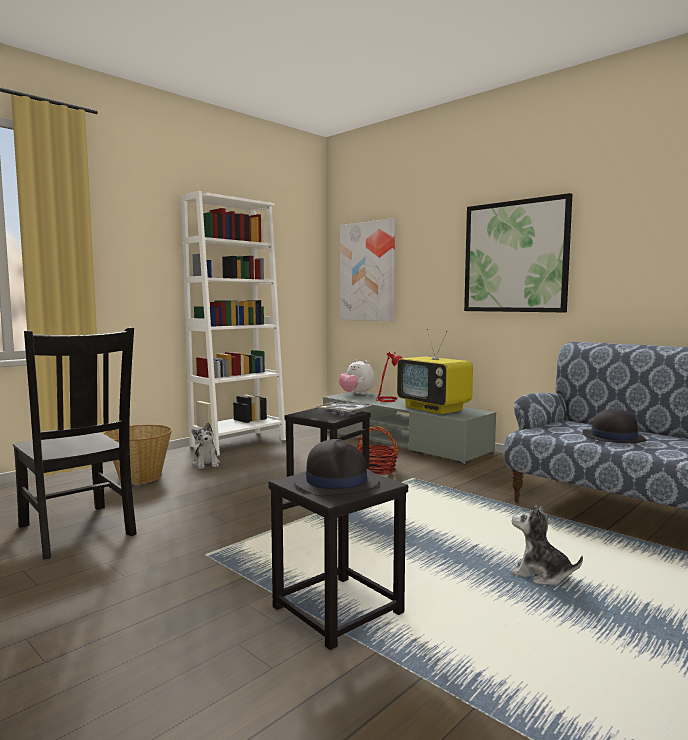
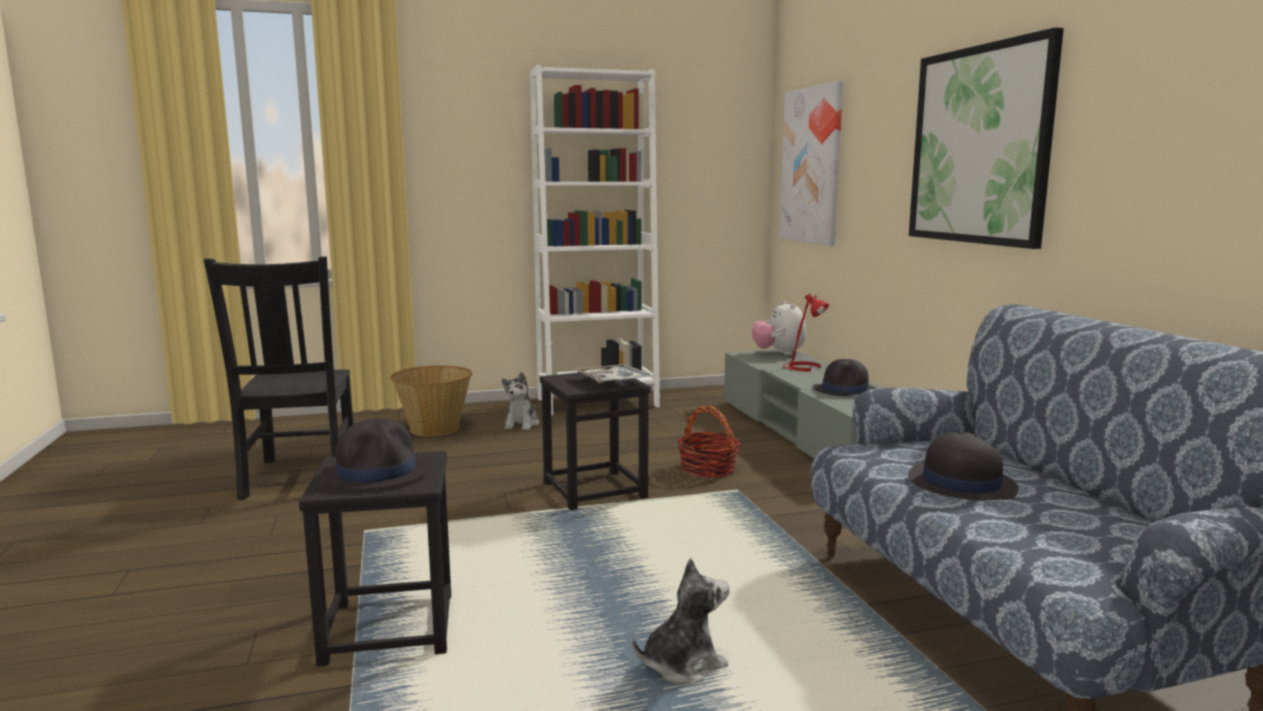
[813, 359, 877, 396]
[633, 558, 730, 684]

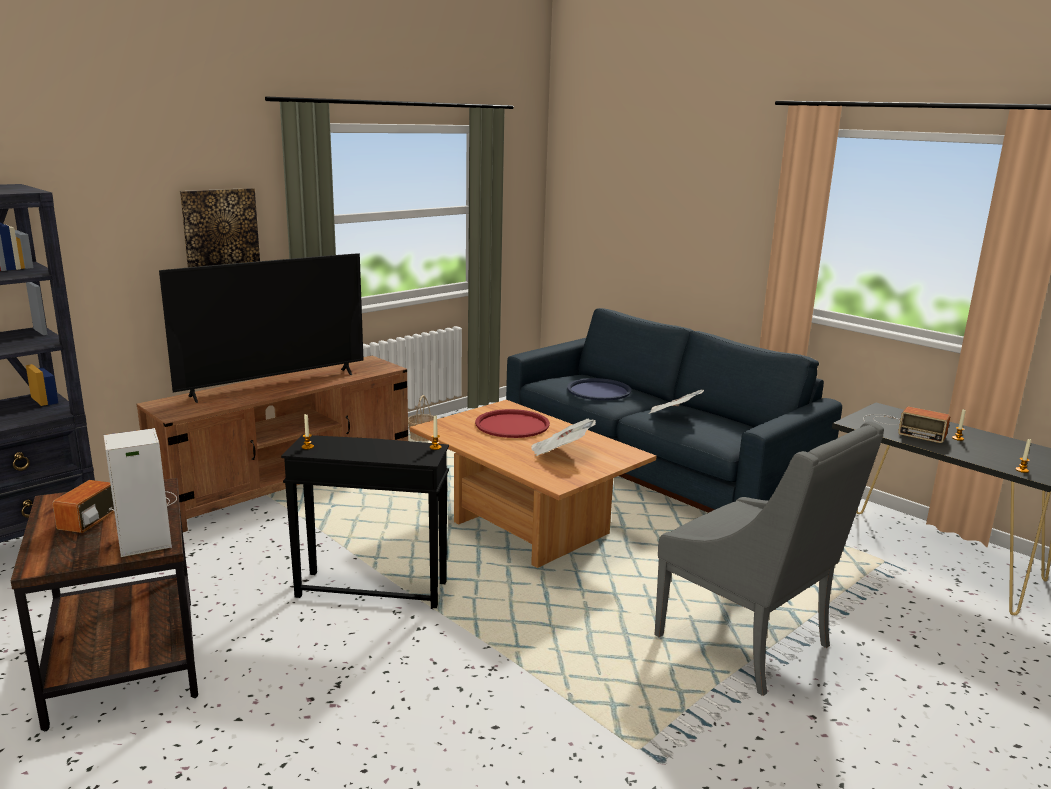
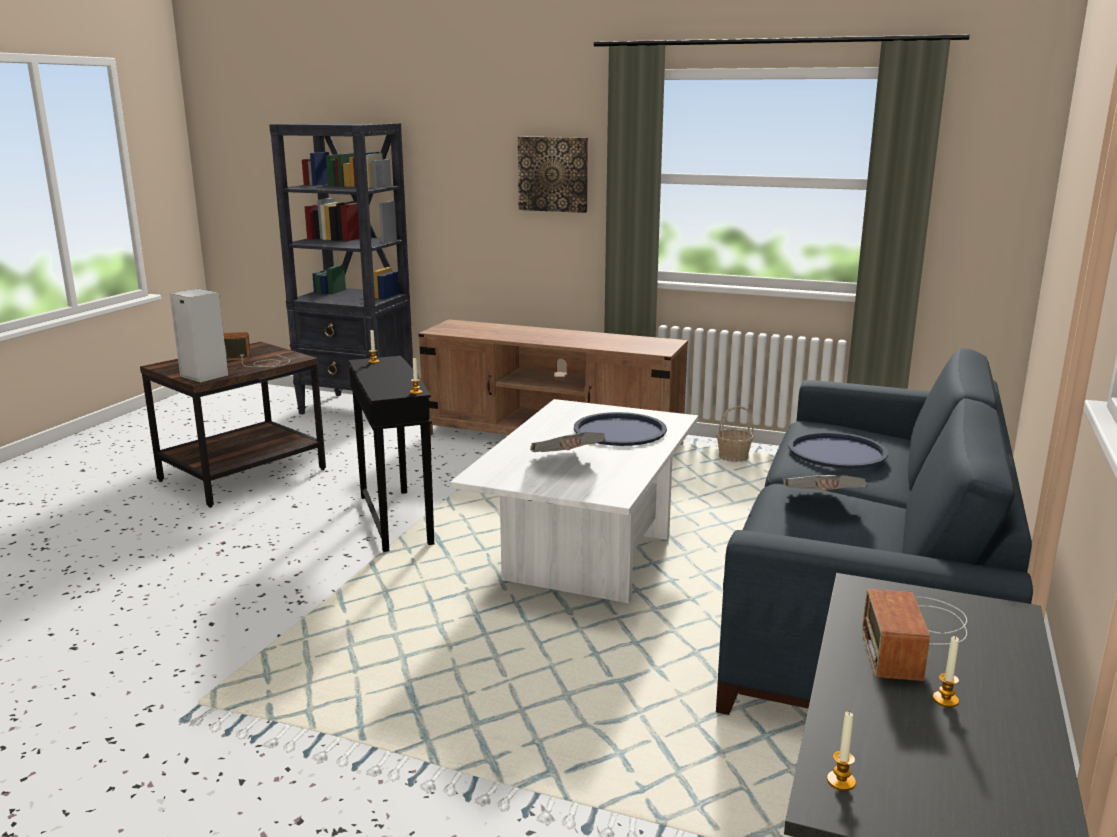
[159, 253, 364, 403] (first image)
[450, 399, 698, 603]
[574, 412, 667, 446]
[655, 421, 884, 696] (first image)

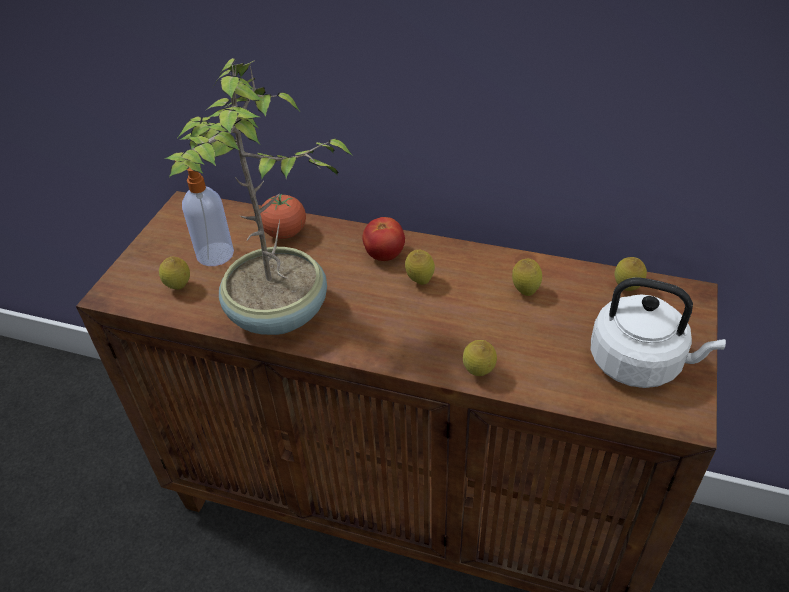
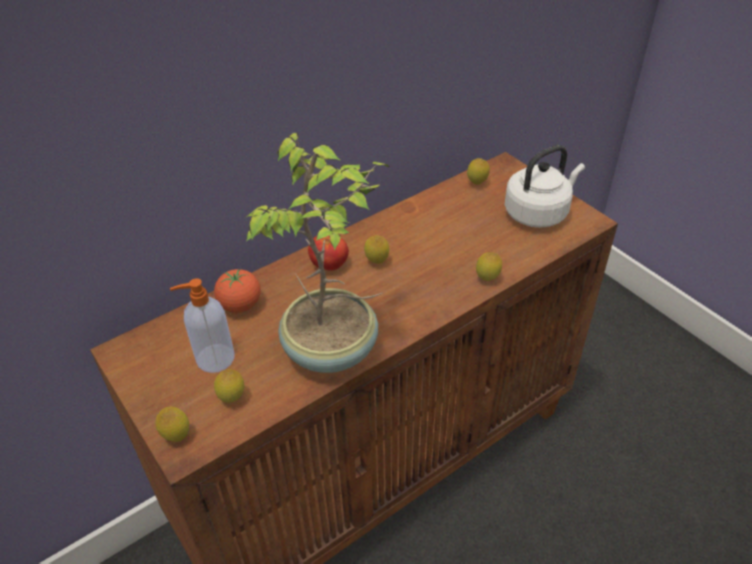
[155, 407, 189, 442]

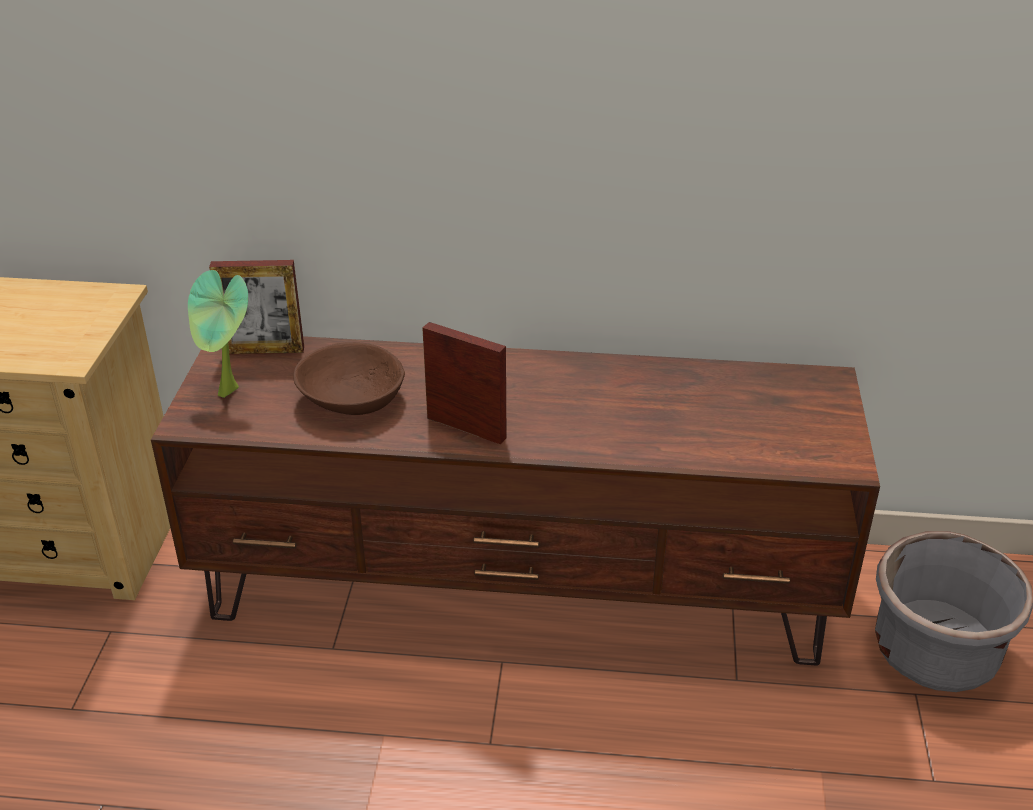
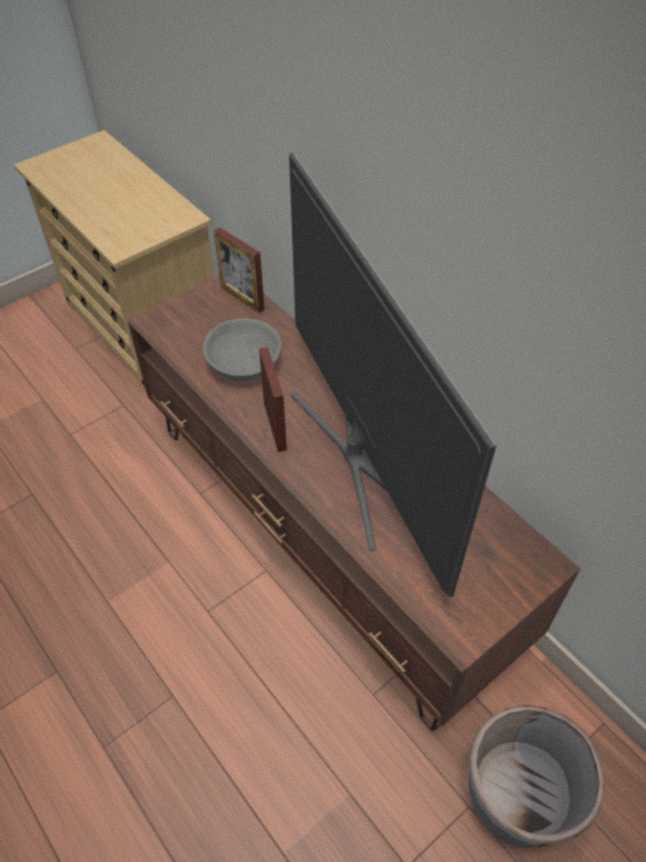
[188, 270, 248, 398] (first image)
[203, 318, 281, 381]
[289, 152, 497, 597]

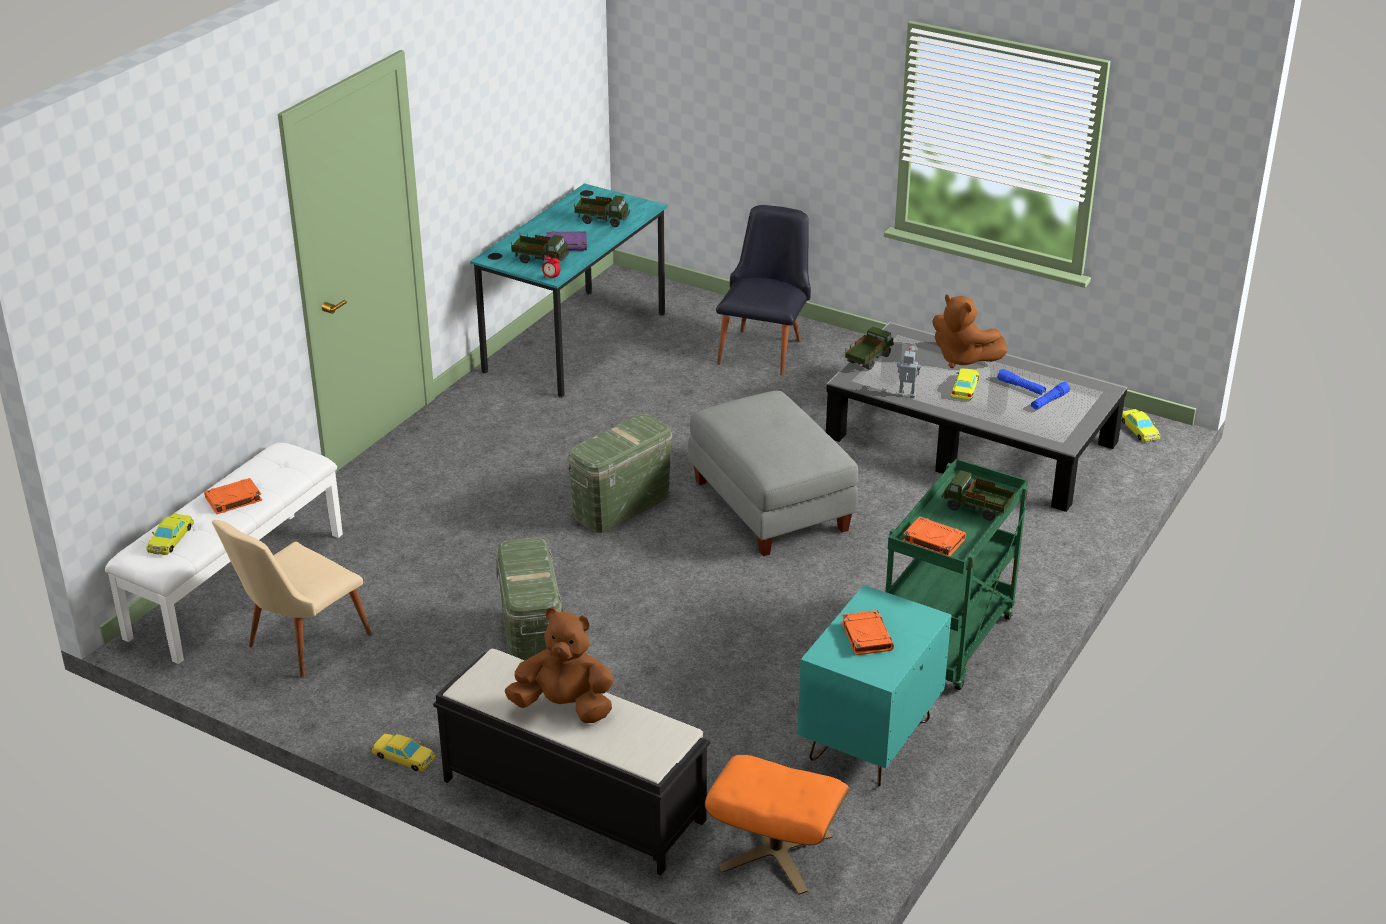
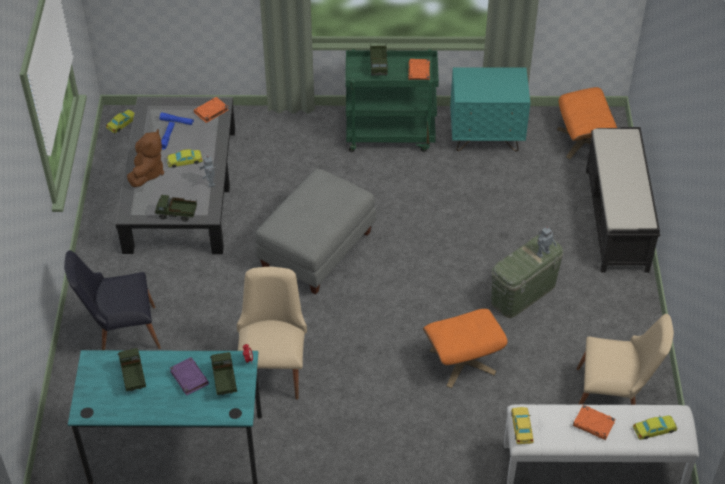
[511, 407, 534, 444]
[504, 608, 614, 723] (first image)
[567, 414, 672, 533] (first image)
[194, 97, 228, 123]
[237, 267, 307, 400]
[423, 309, 508, 388]
[537, 227, 557, 258]

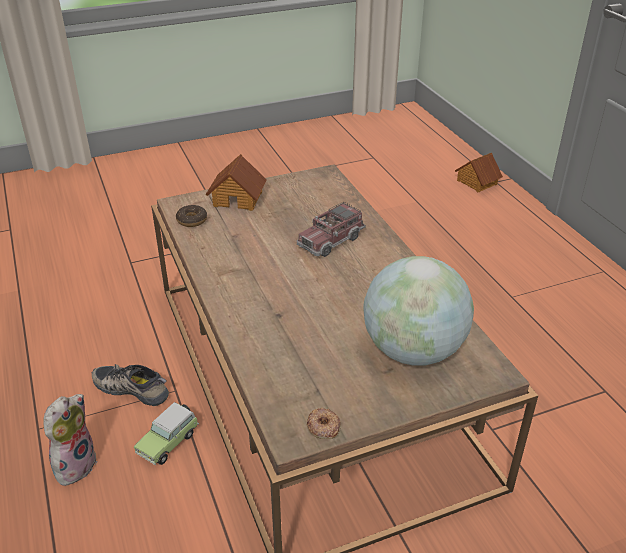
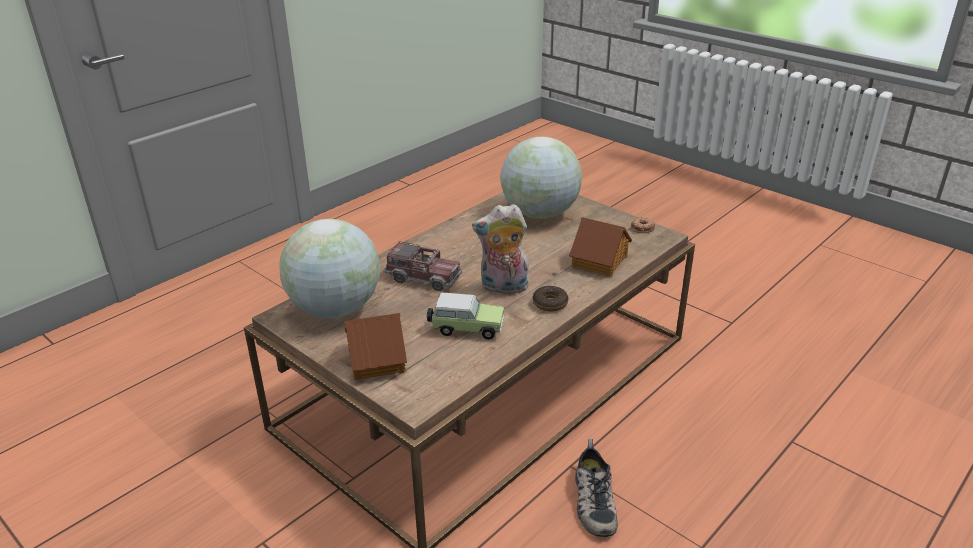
[472, 204, 529, 294]
[427, 293, 504, 340]
[533, 286, 568, 312]
[569, 217, 632, 277]
[279, 219, 380, 318]

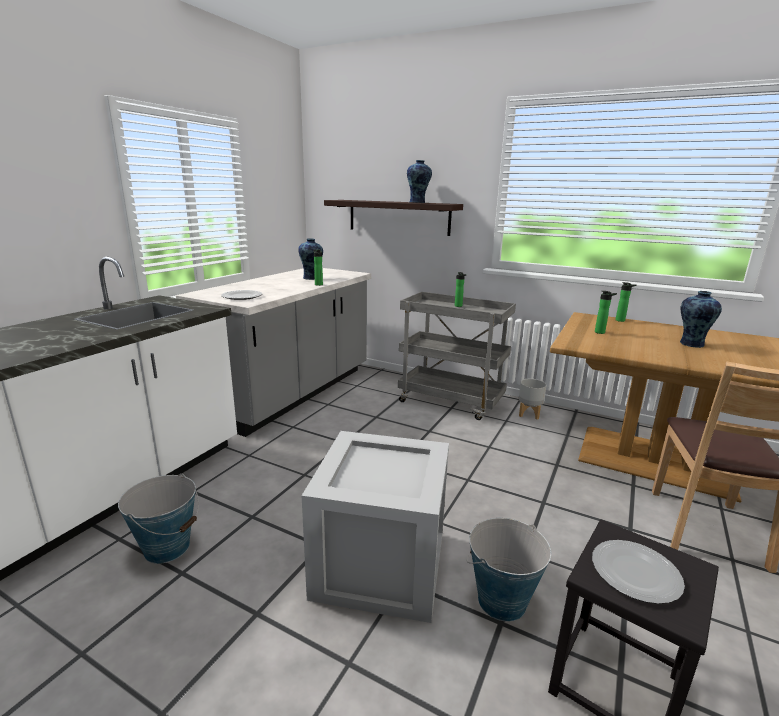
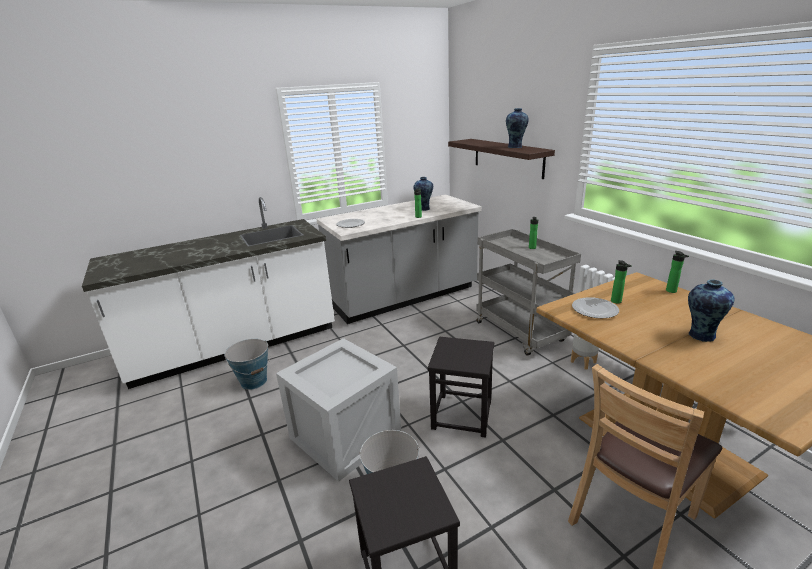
[572, 297, 619, 318]
[428, 337, 494, 438]

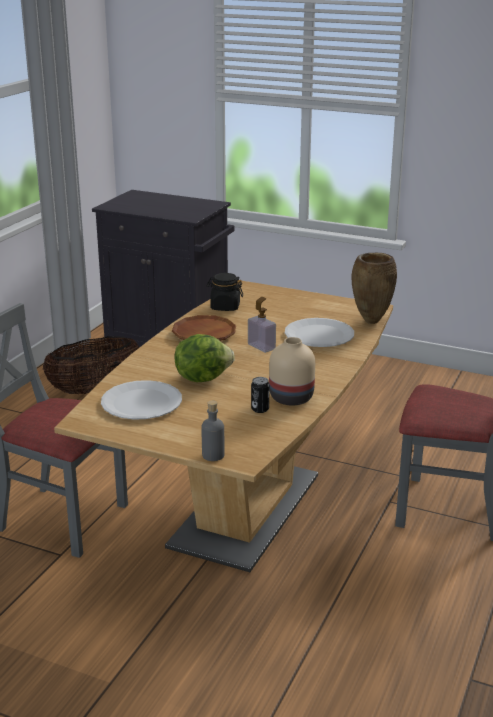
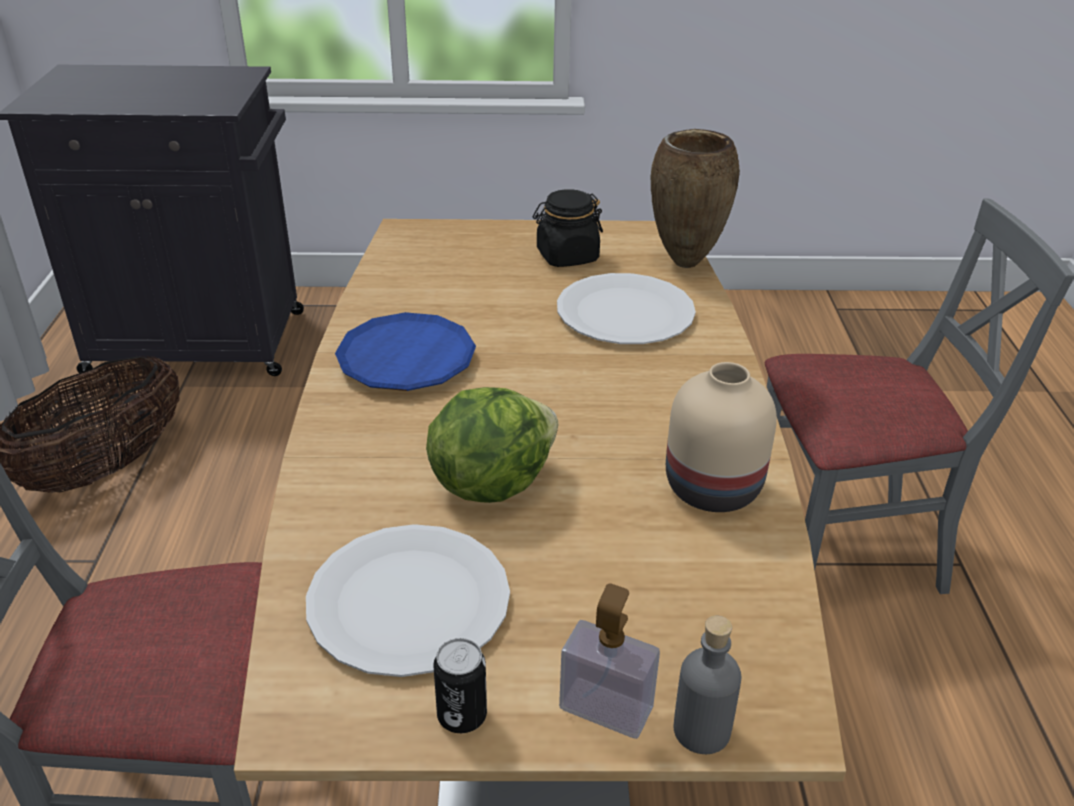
[335, 312, 476, 391]
[533, 189, 603, 267]
[559, 583, 660, 739]
[433, 638, 487, 733]

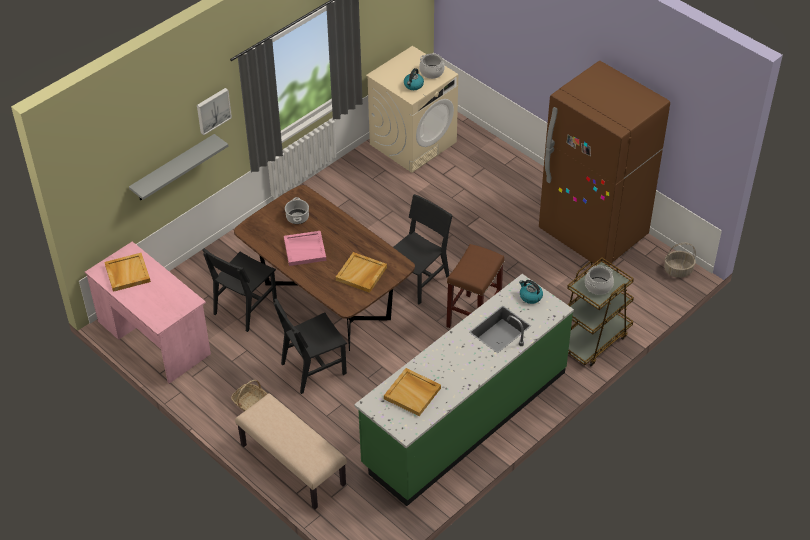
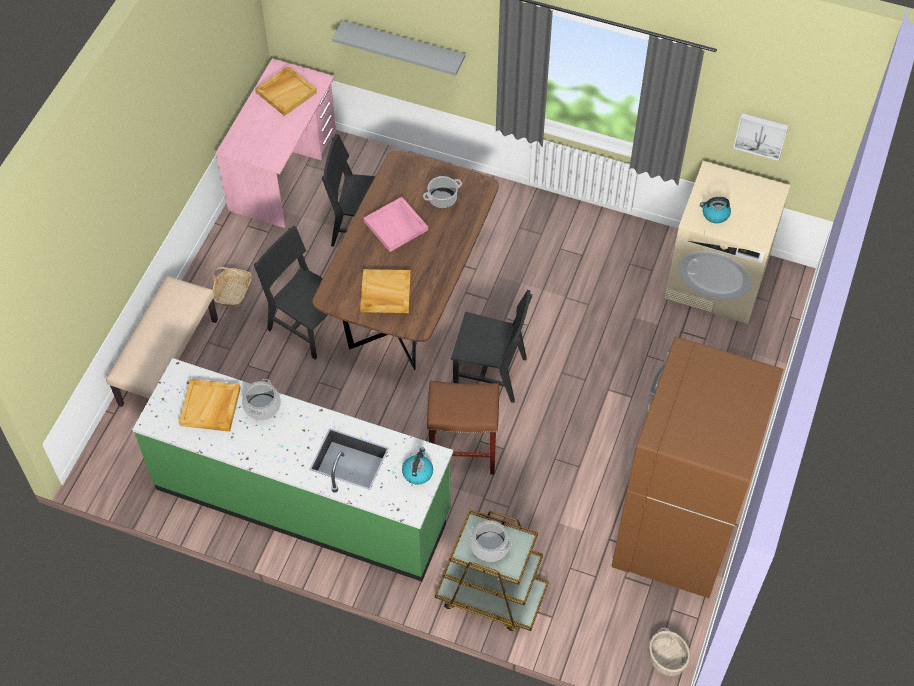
[733, 113, 789, 161]
[242, 379, 281, 421]

